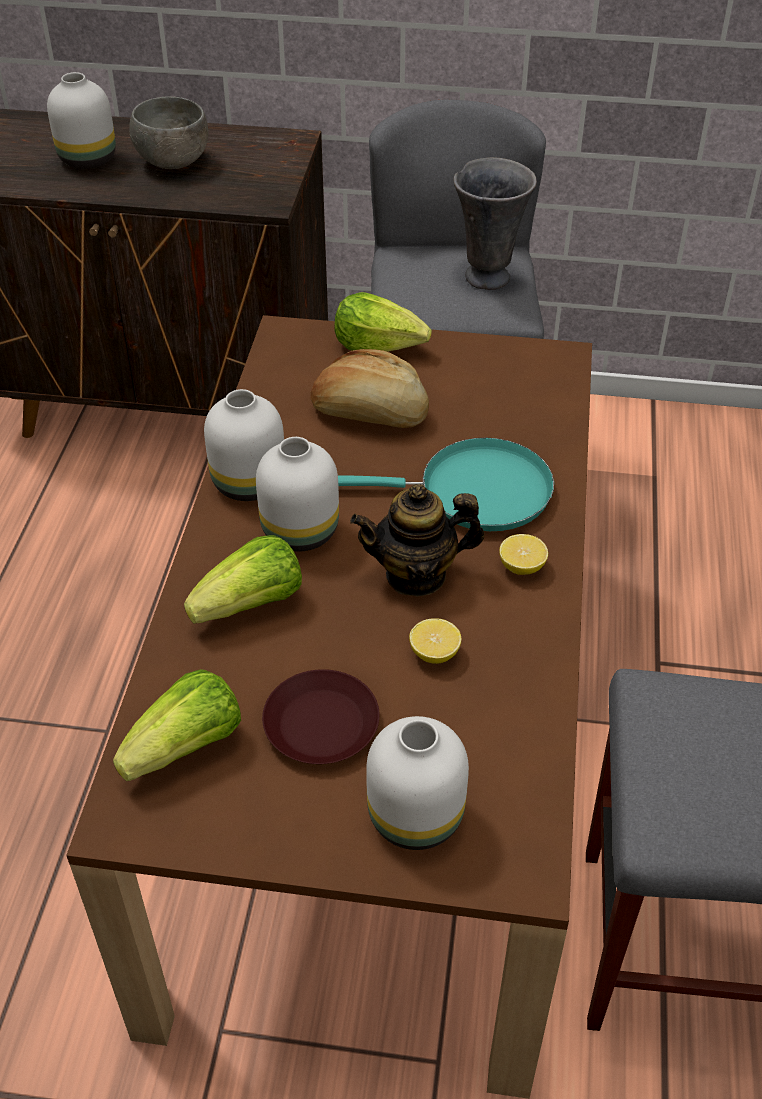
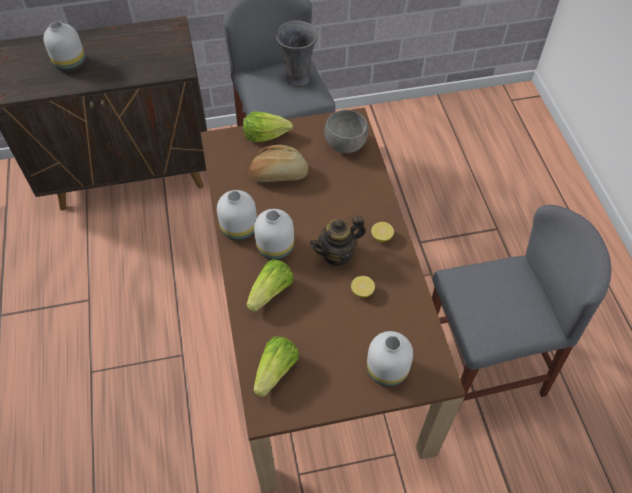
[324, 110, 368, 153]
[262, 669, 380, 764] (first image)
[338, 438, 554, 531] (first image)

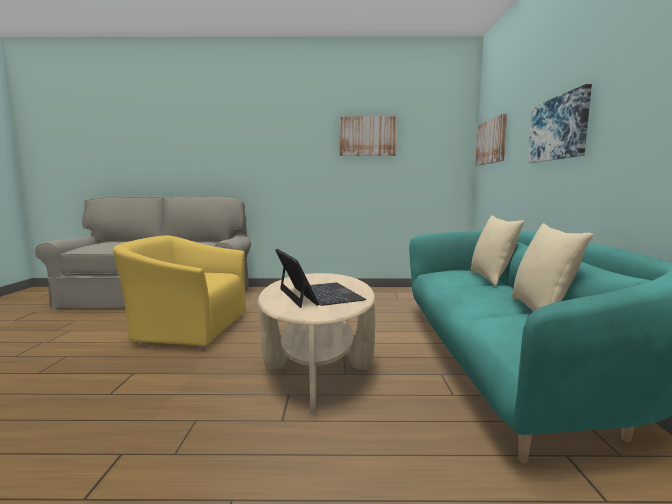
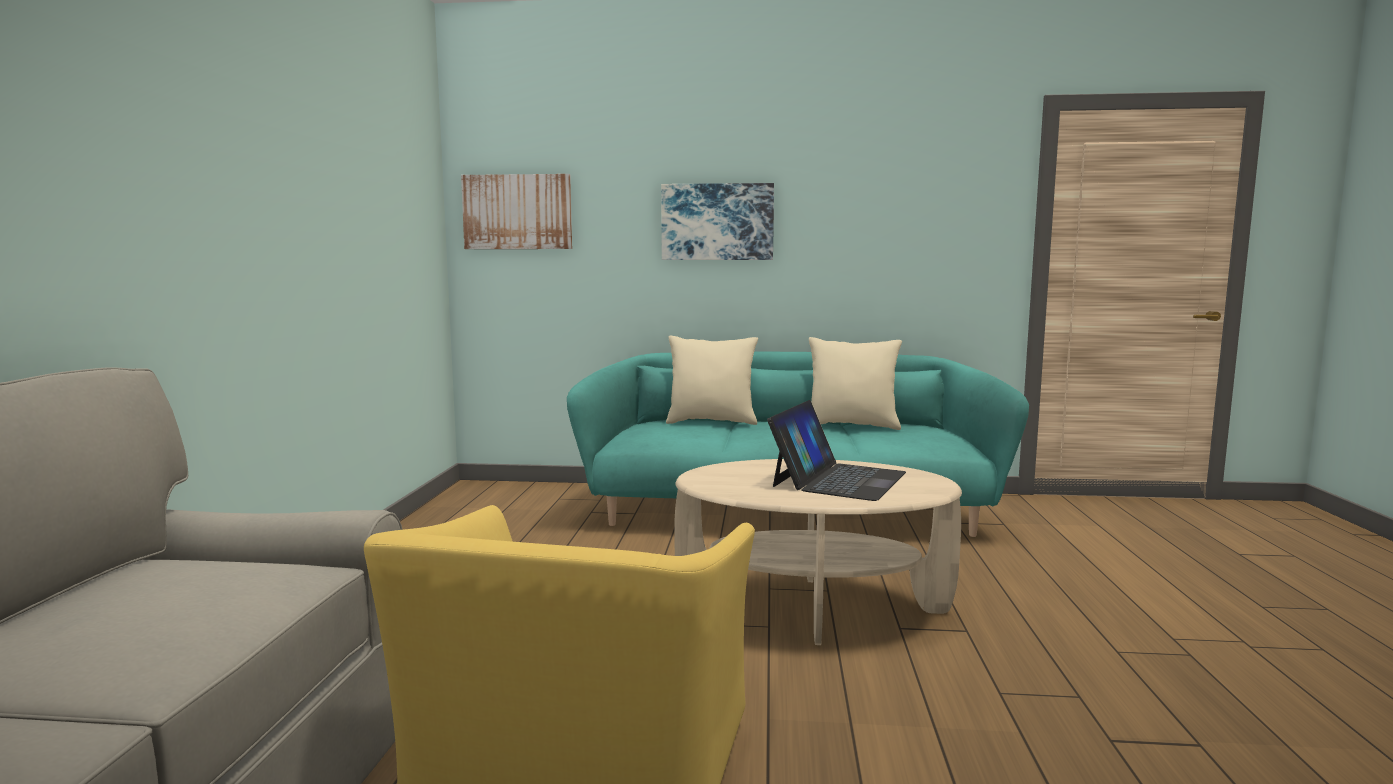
[767, 400, 906, 501]
[340, 116, 398, 156] (first image)

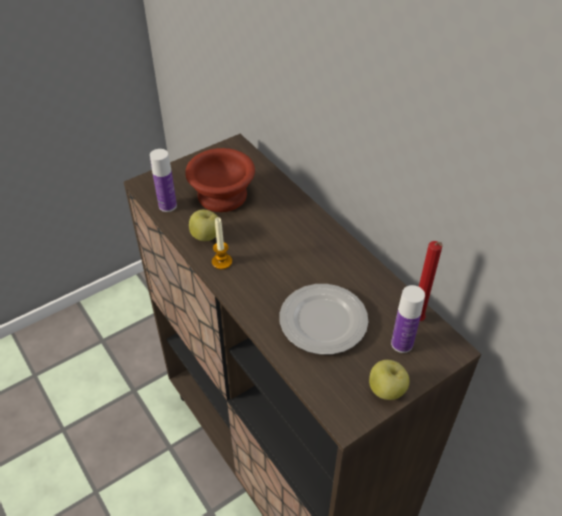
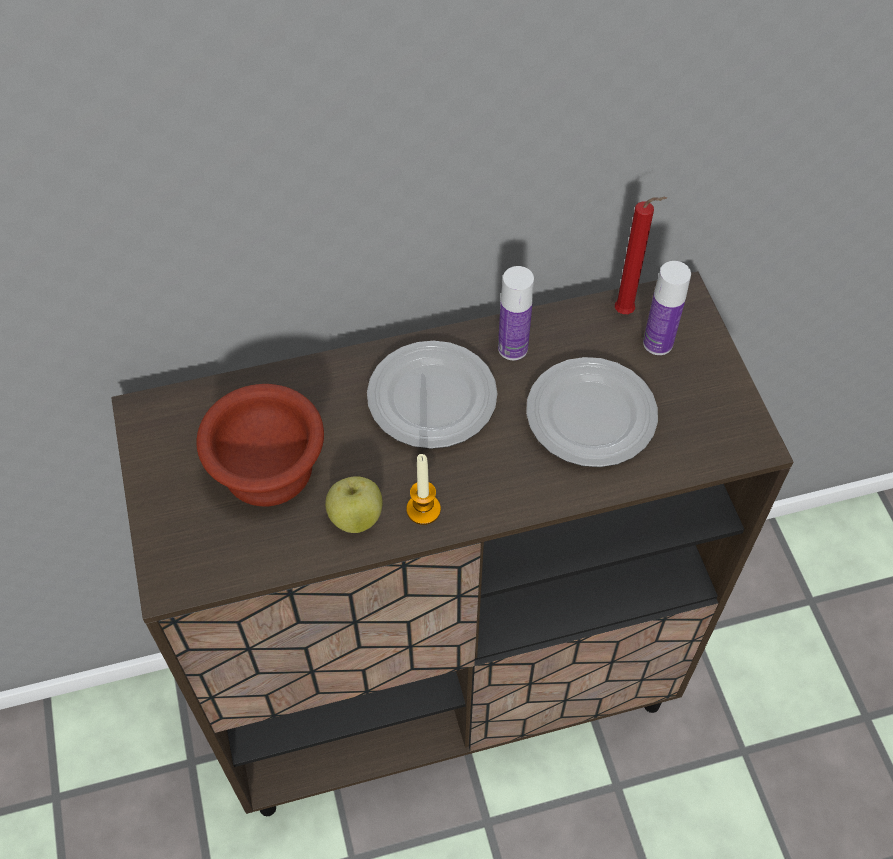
[498, 266, 534, 360]
[369, 360, 409, 400] (first image)
[367, 341, 497, 449]

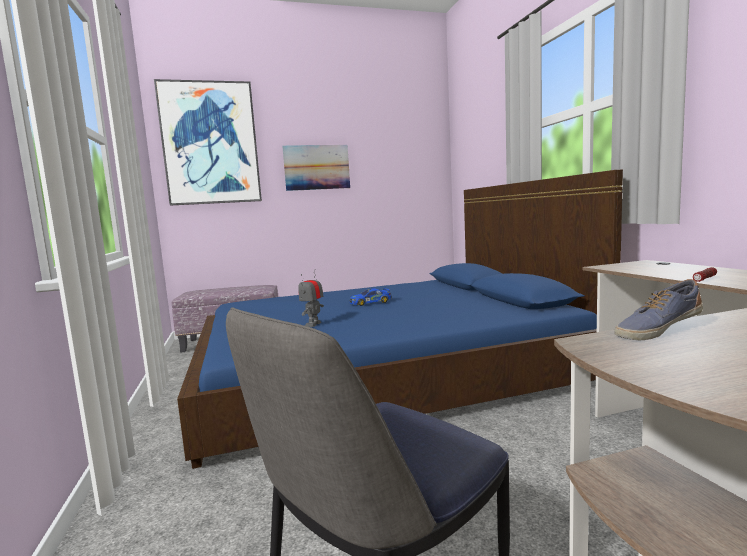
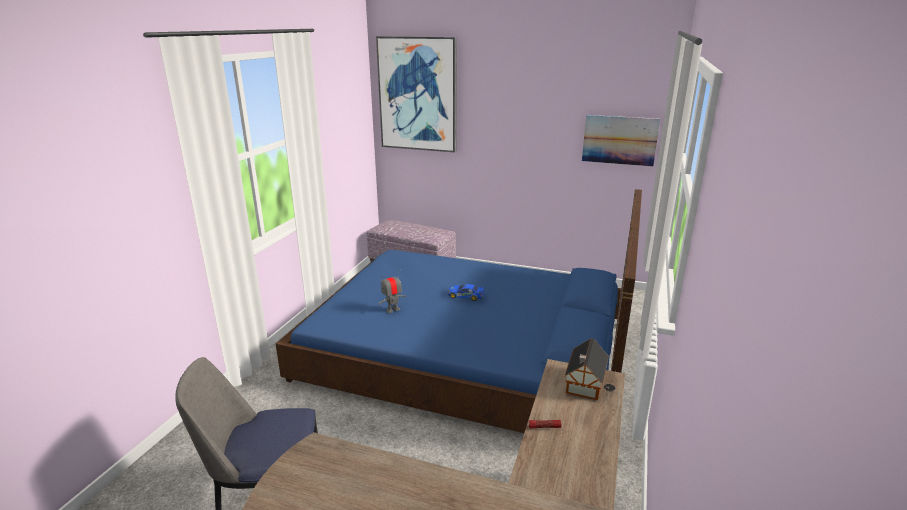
[582, 115, 660, 167]
[614, 279, 703, 340] (first image)
[564, 339, 609, 400]

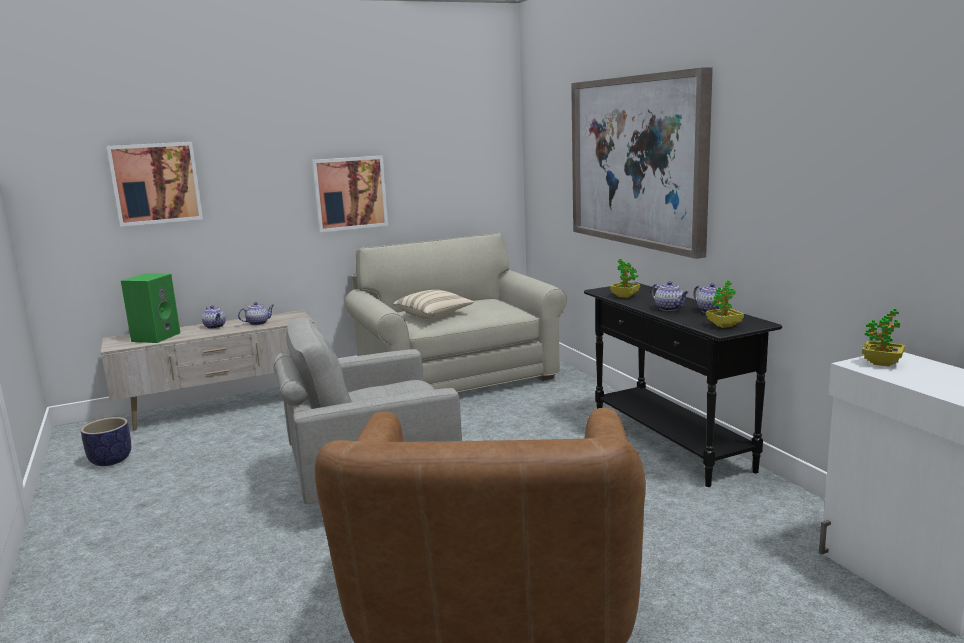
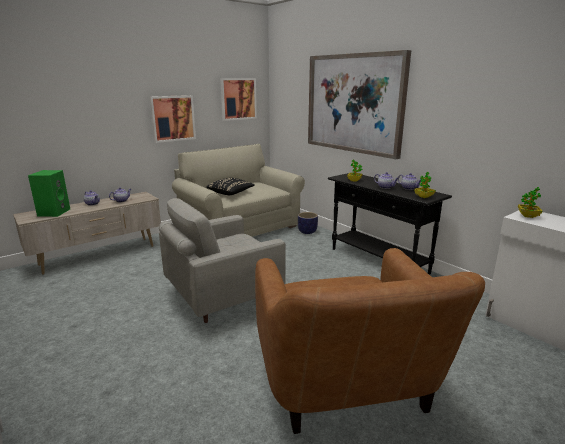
[298, 212, 318, 234]
[220, 78, 257, 121]
[206, 178, 255, 195]

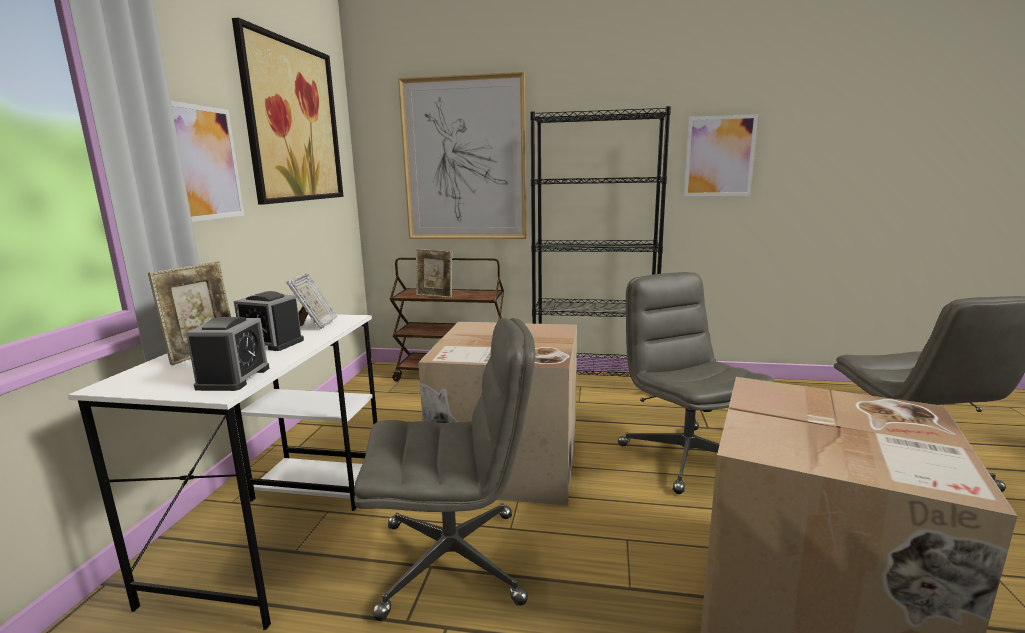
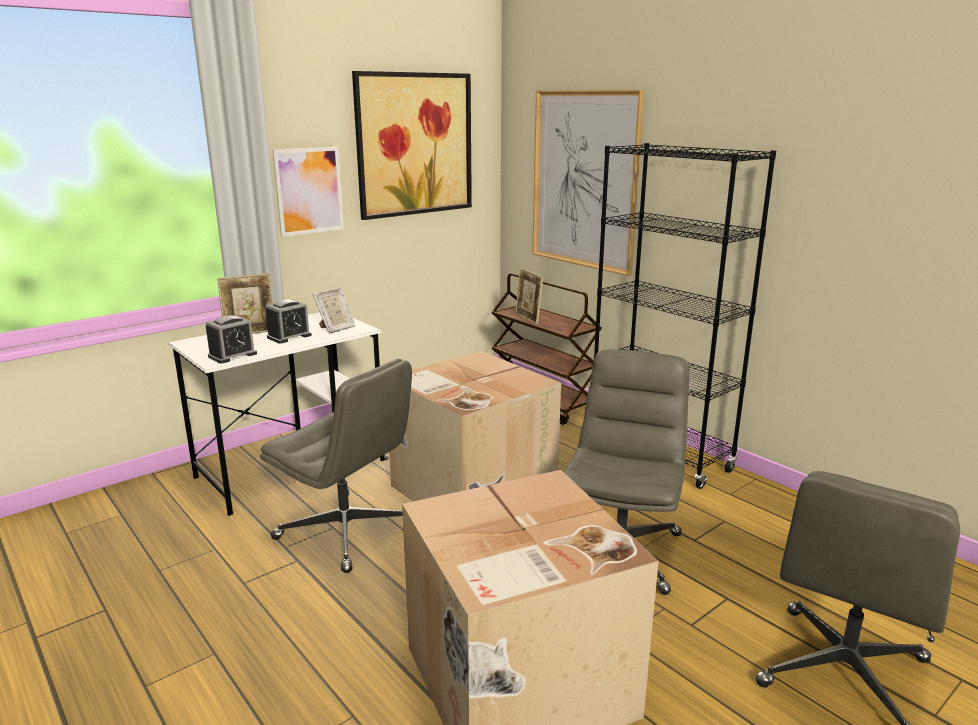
[266, 299, 312, 344]
[684, 114, 758, 196] (first image)

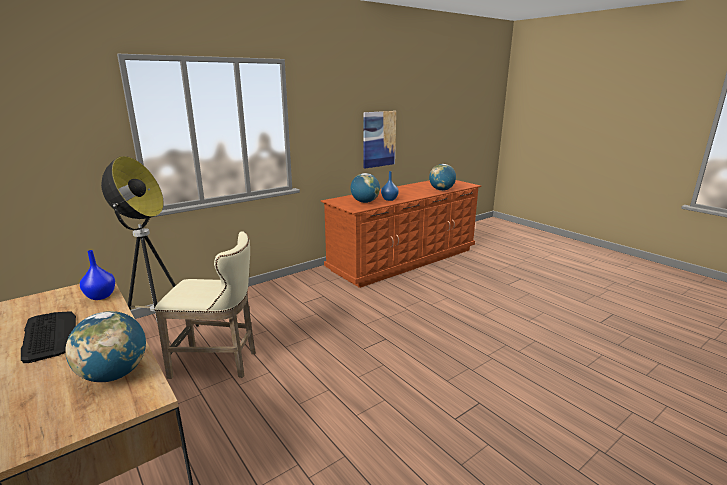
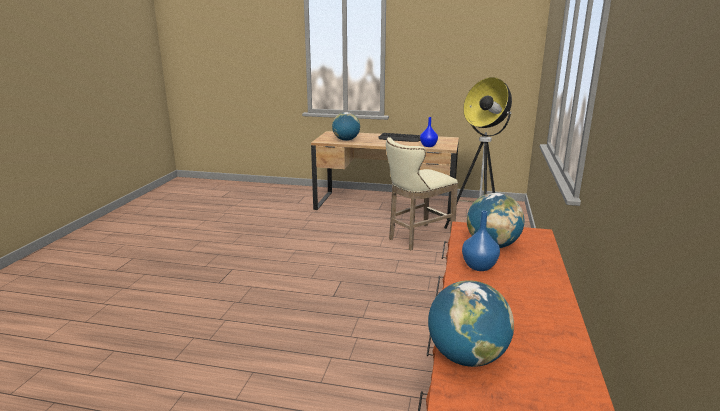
[363, 111, 396, 169] (first image)

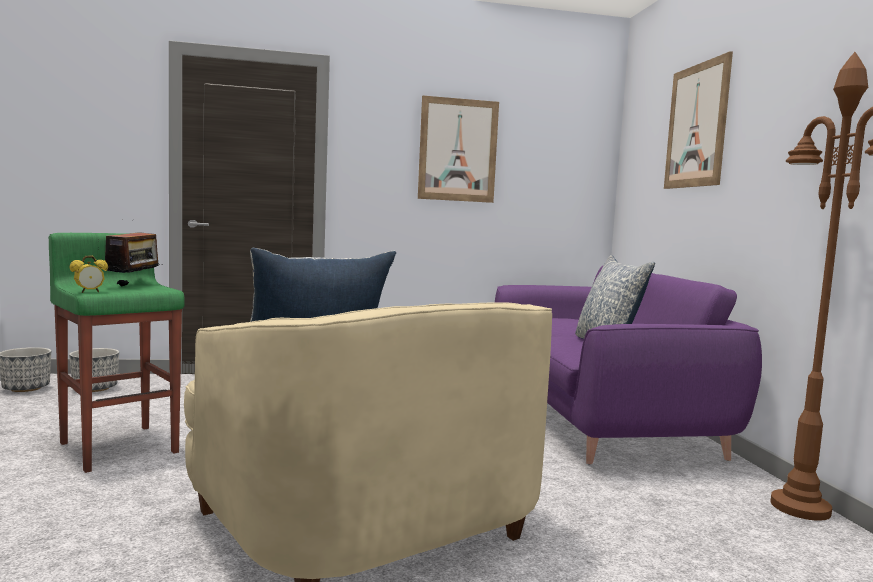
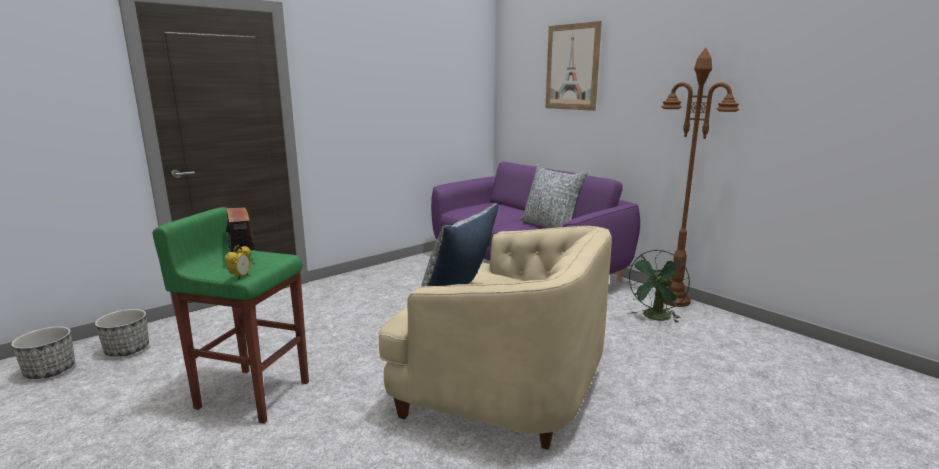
[418, 95, 499, 203] (first image)
[626, 250, 690, 323]

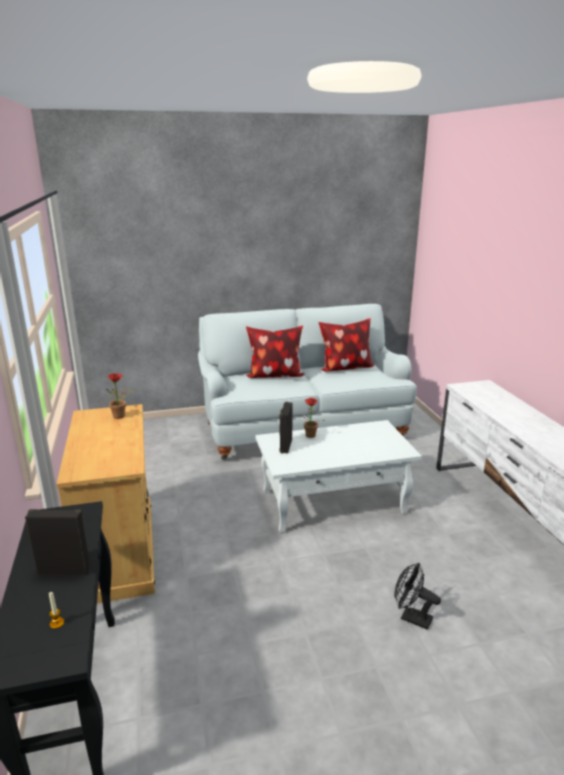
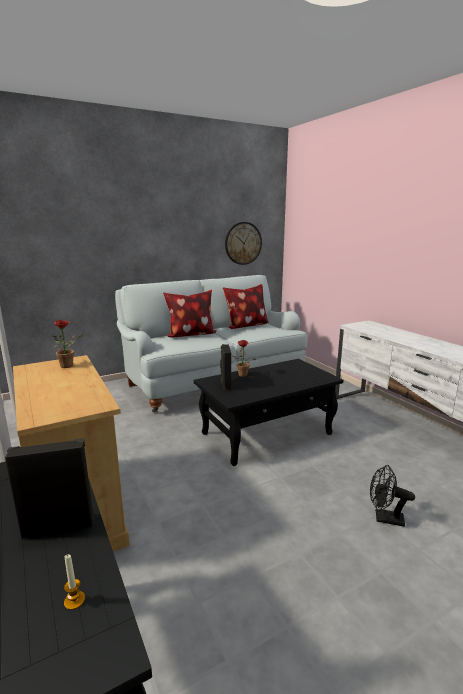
[194, 359, 343, 466]
[225, 222, 262, 265]

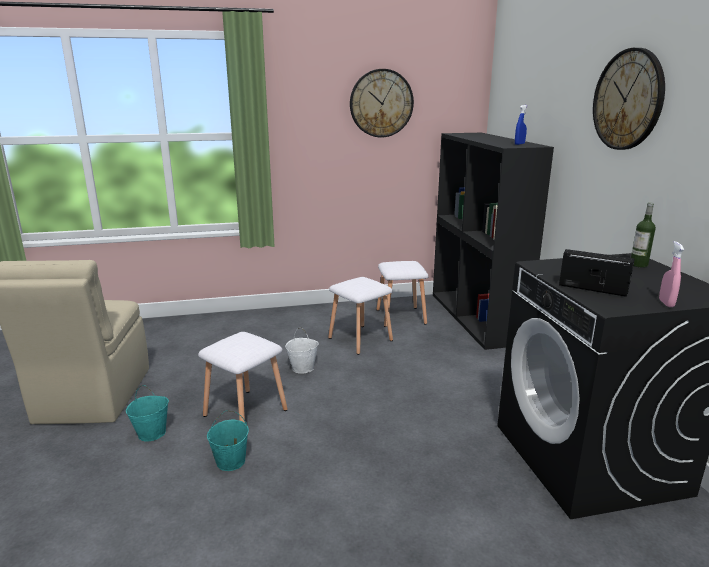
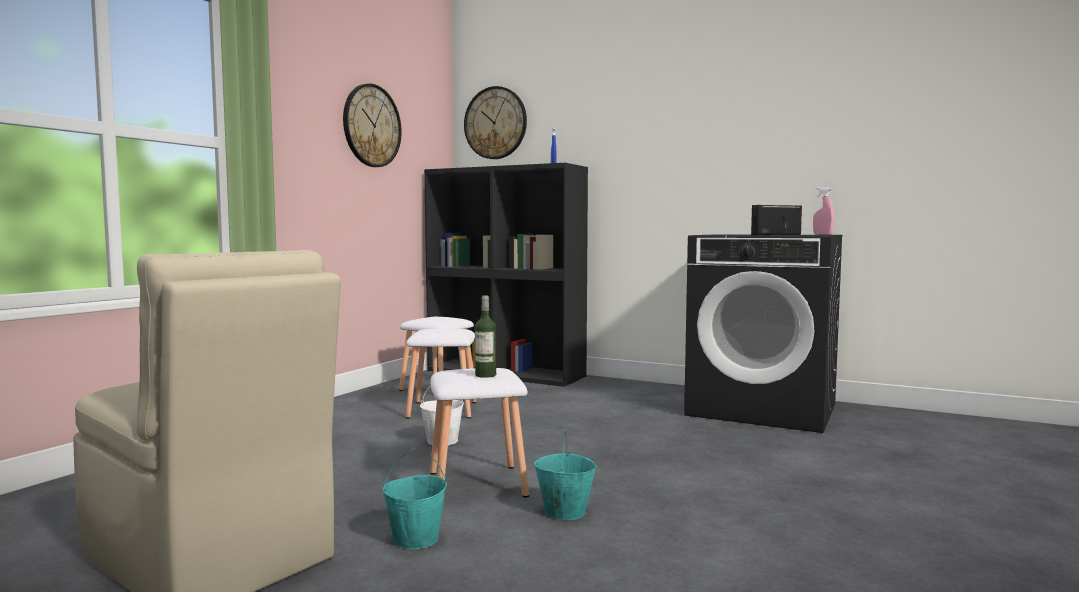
[464, 86, 527, 159]
[475, 296, 496, 378]

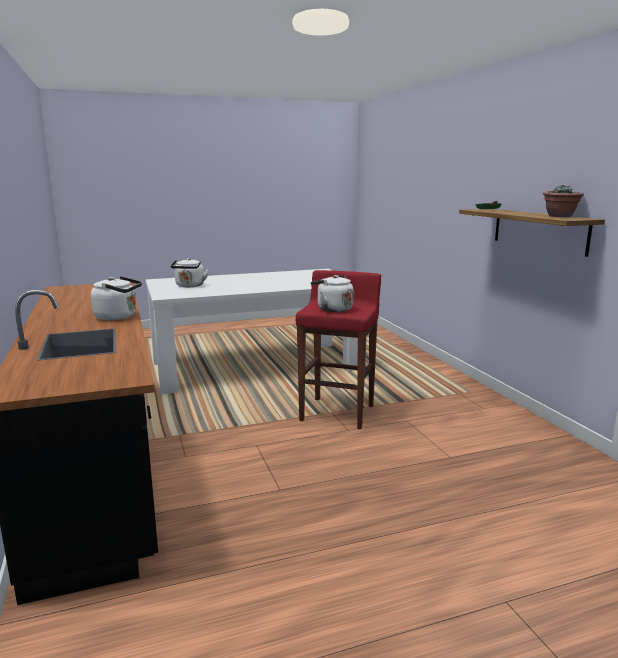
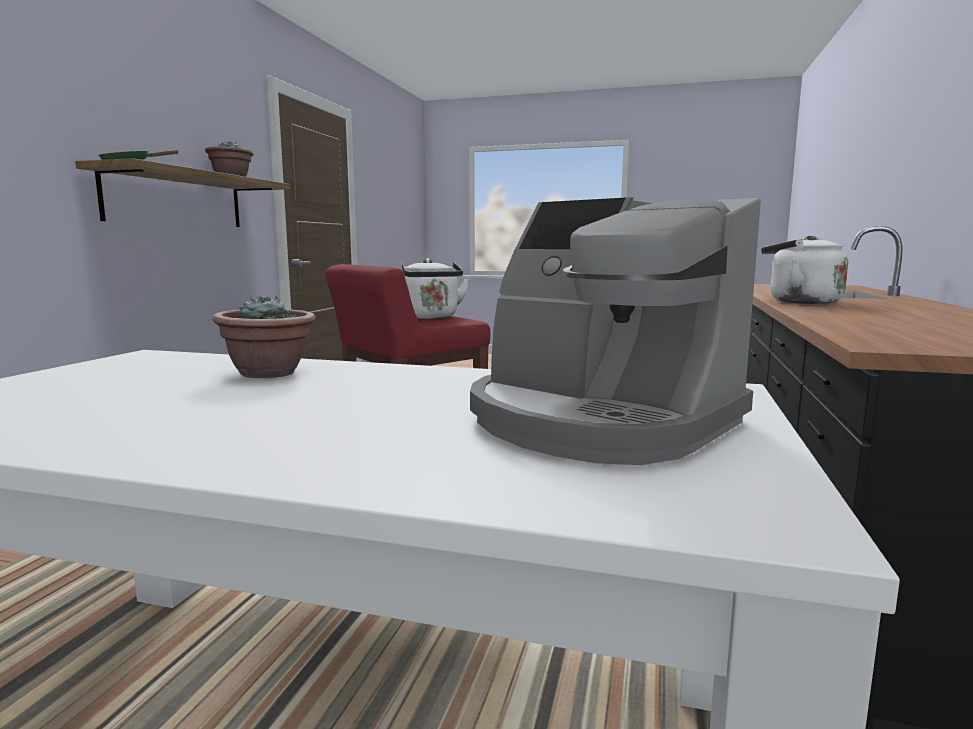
[470, 197, 761, 465]
[212, 296, 316, 378]

